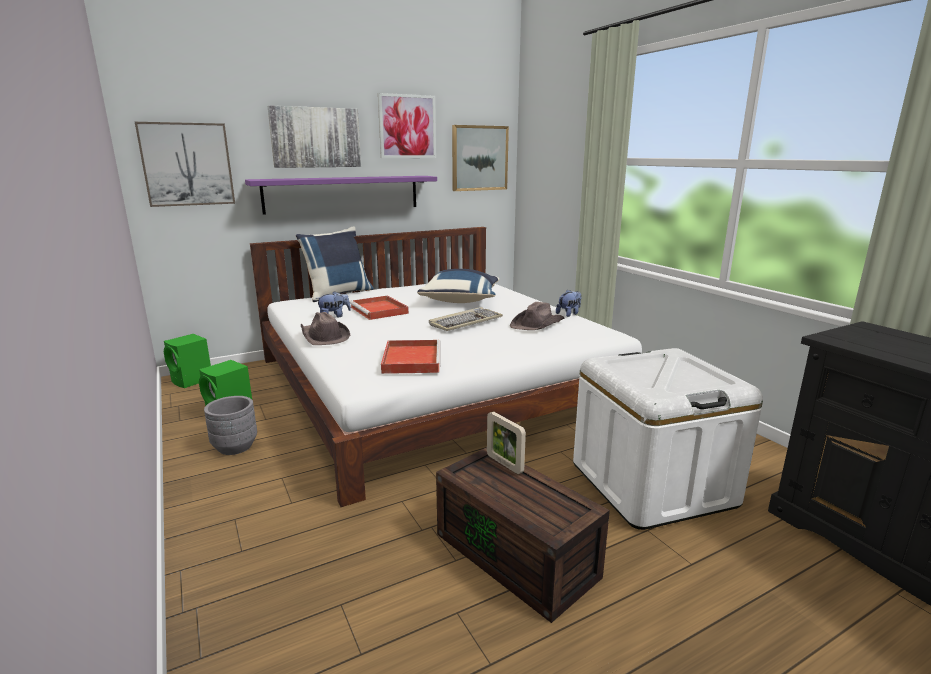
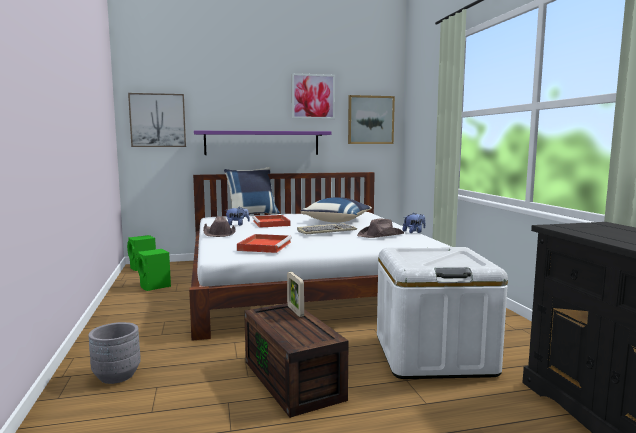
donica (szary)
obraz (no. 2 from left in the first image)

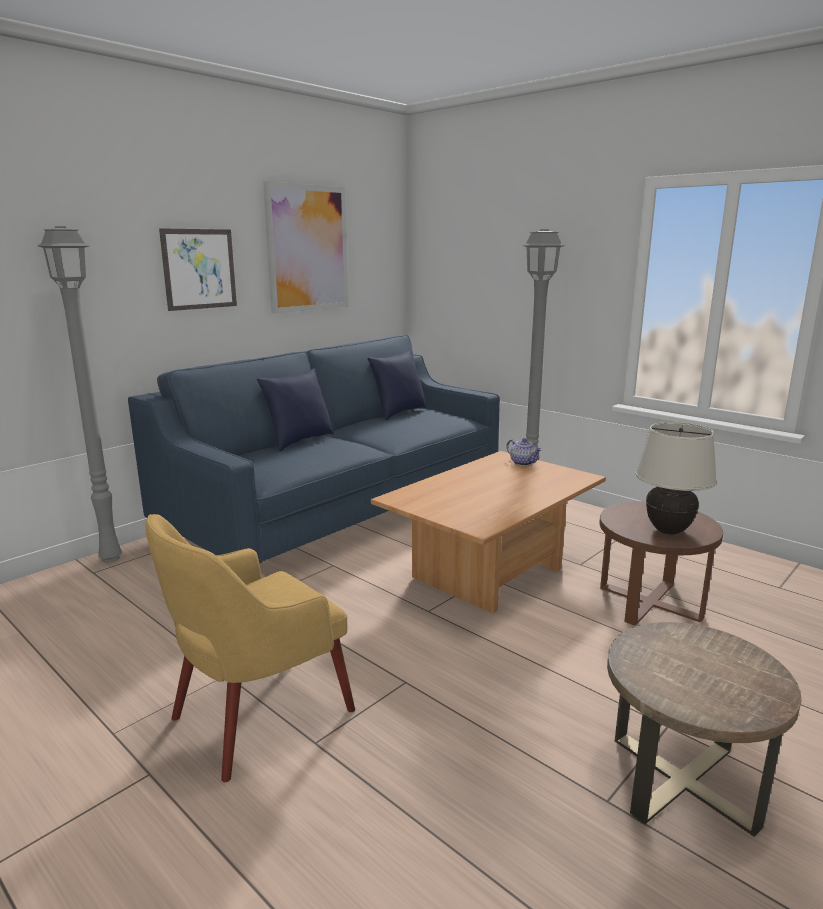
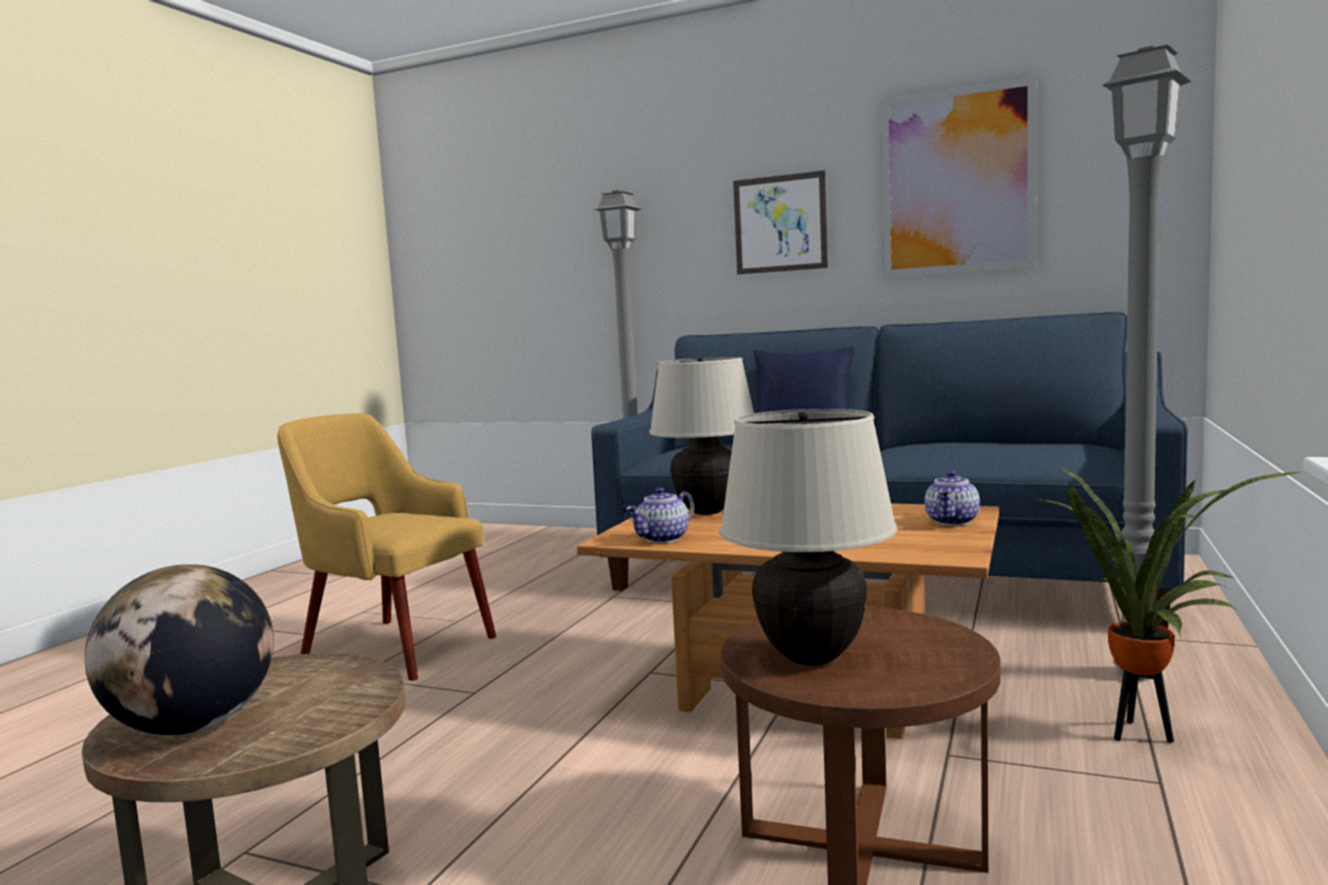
poduszka (niebieski) (no. 2 from left in the first image)
globus
imbryk (no. 1 from left)
lampa stołowa (beżowy) (no. 1 from left)
roślina doniczkowa

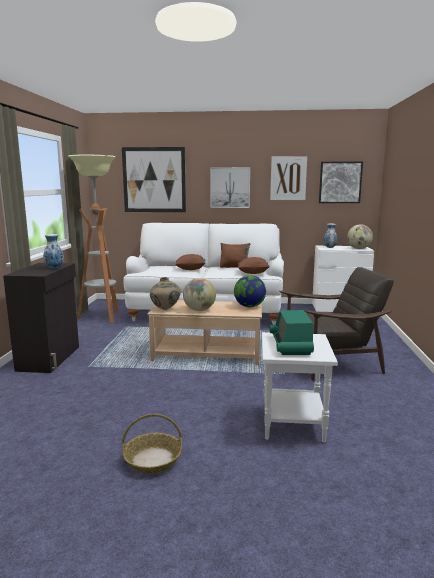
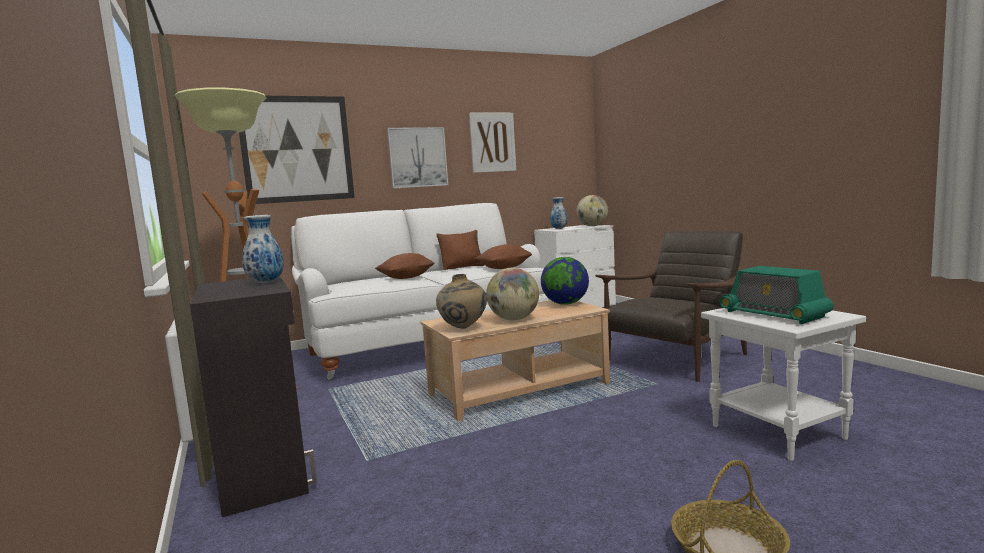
obraz (no. 4 from left in the first image)

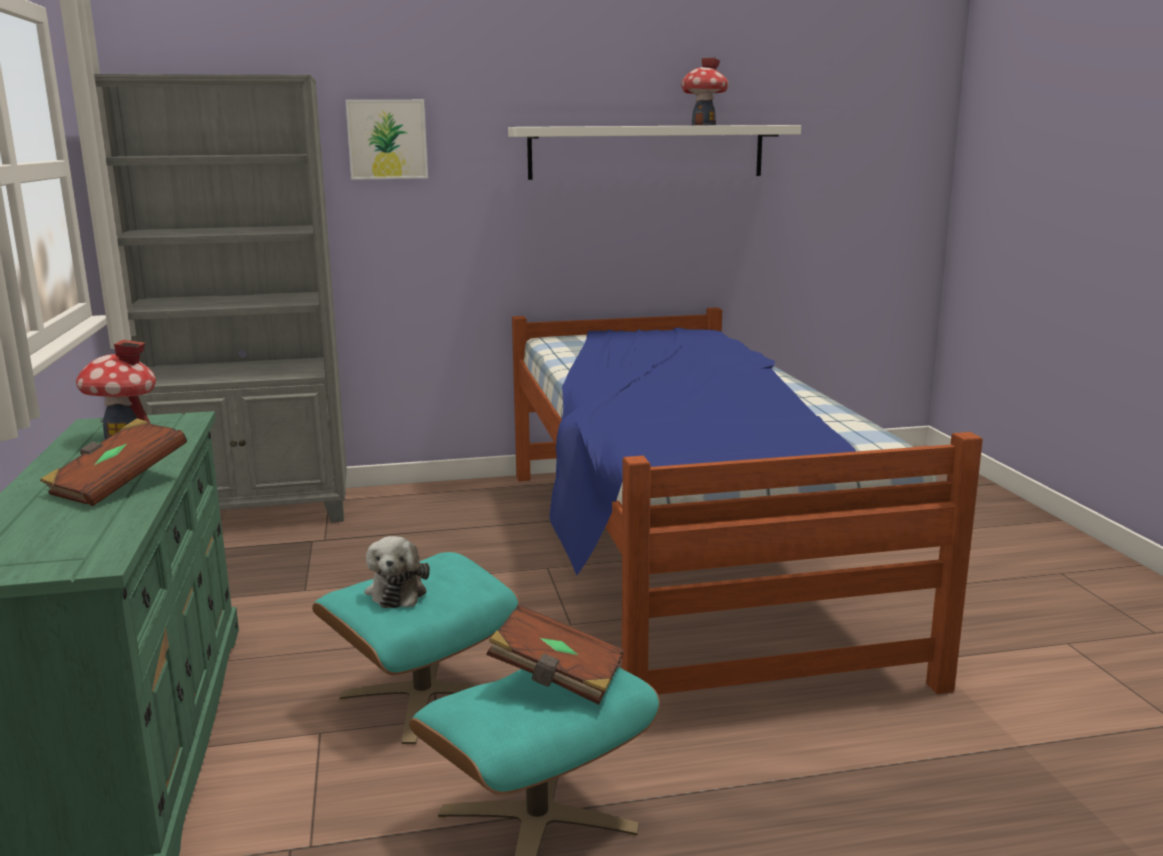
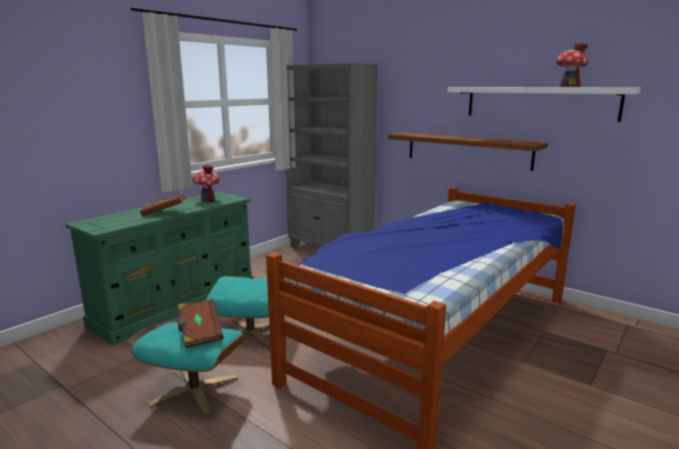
obraz
pluszak
półka (brązowy)

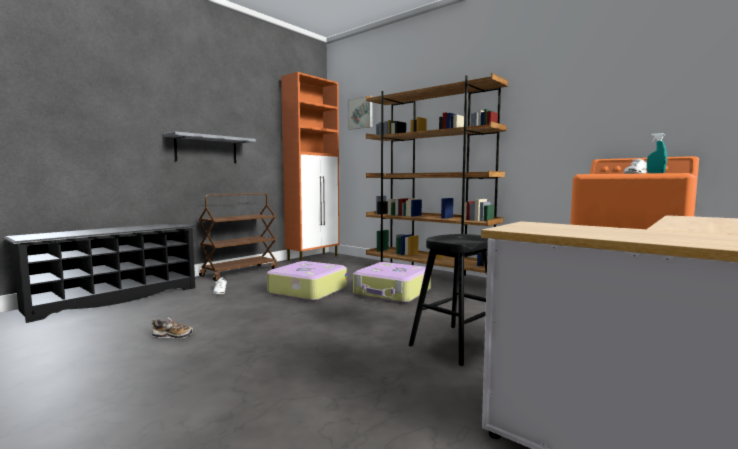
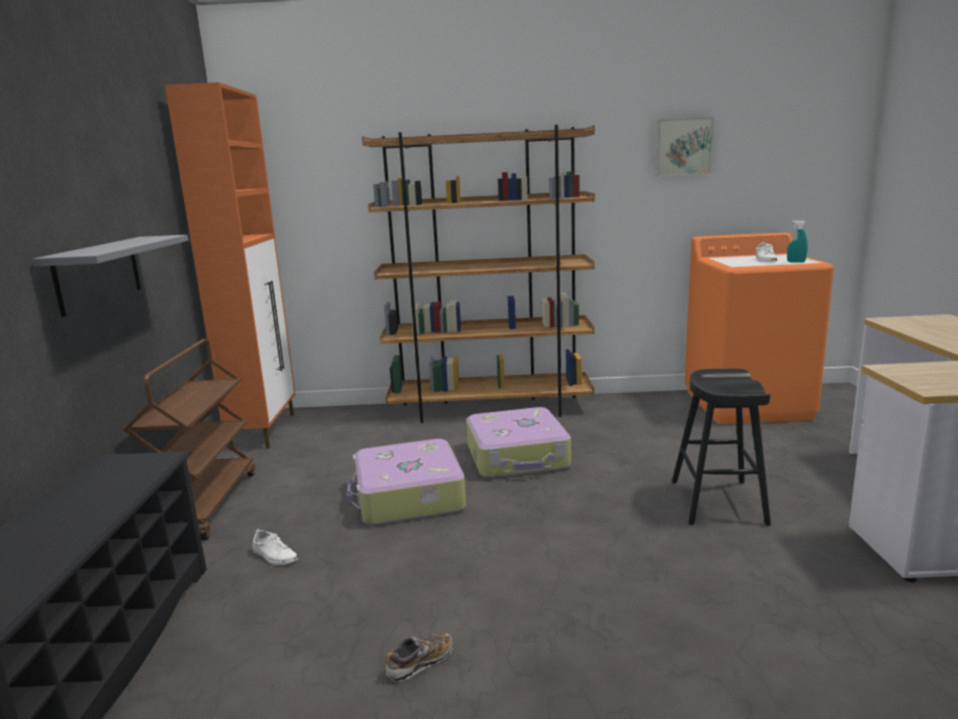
obraz

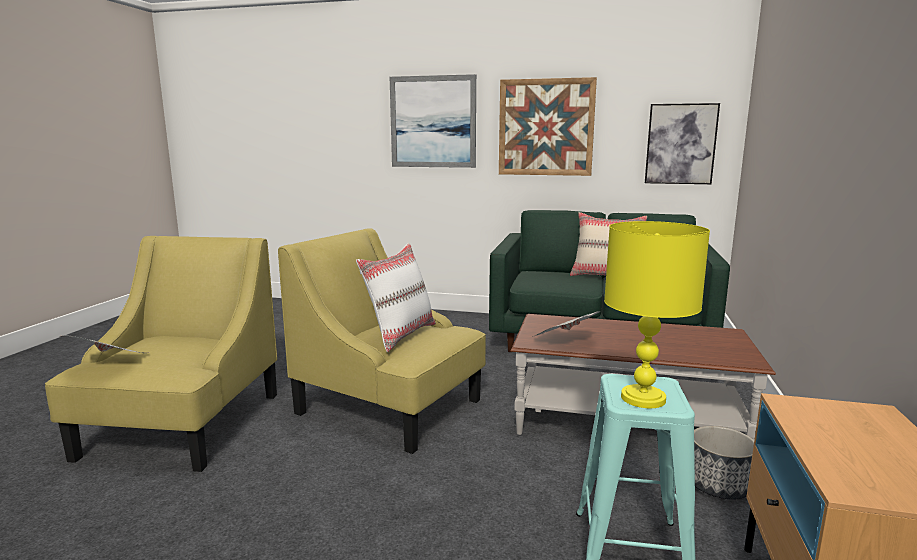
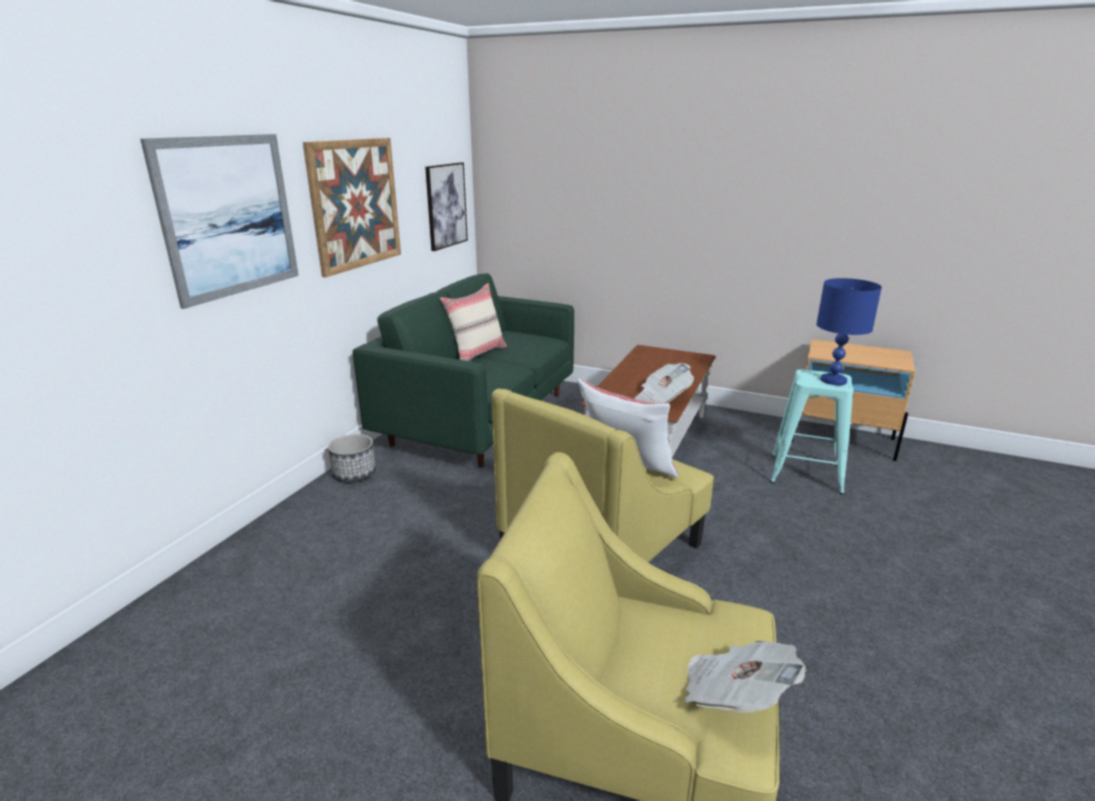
lampa stołowa (niebieski)
donica

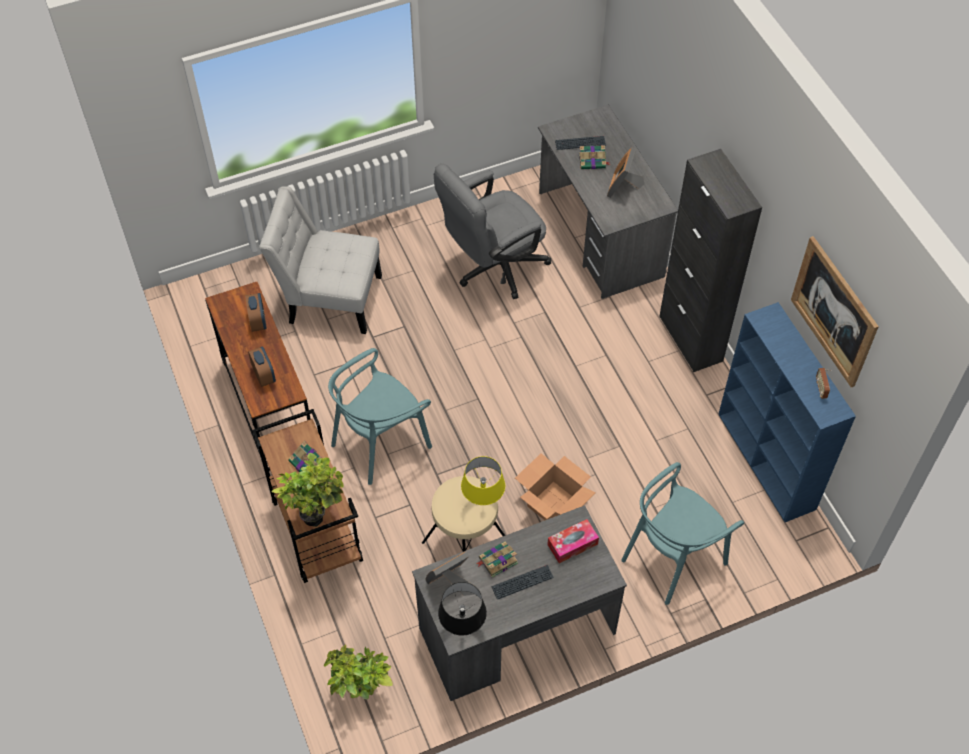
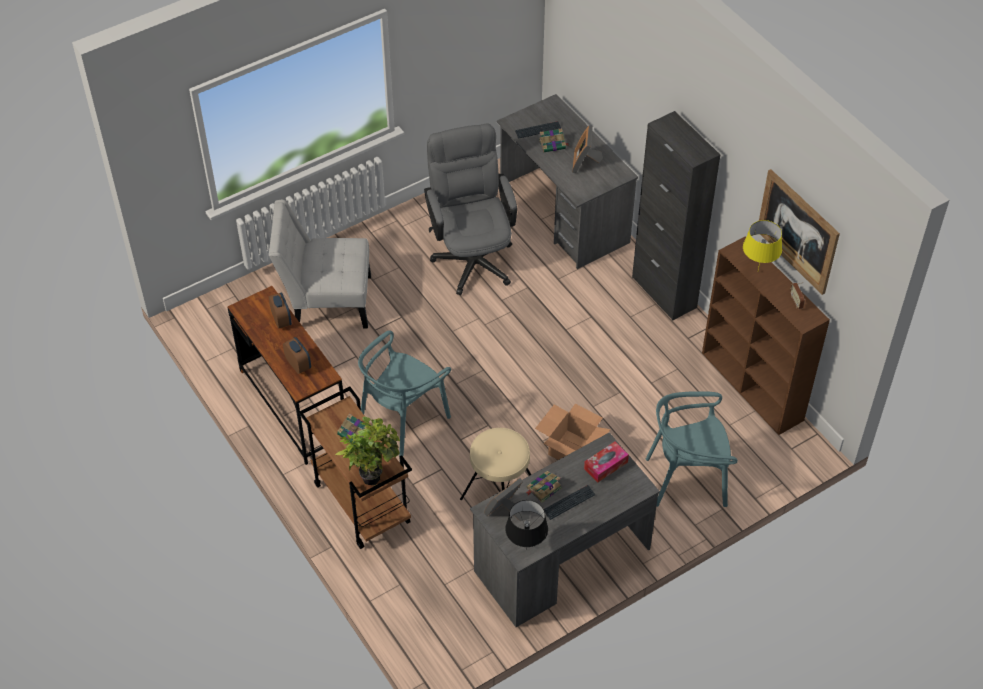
roślina doniczkowa (no. 2 from left in the first image)
krzesło biurowe (szary)
lampa stołowa (żółty)
krzesło (turkusowy) (no. 2 from left)
regał (brązowy)

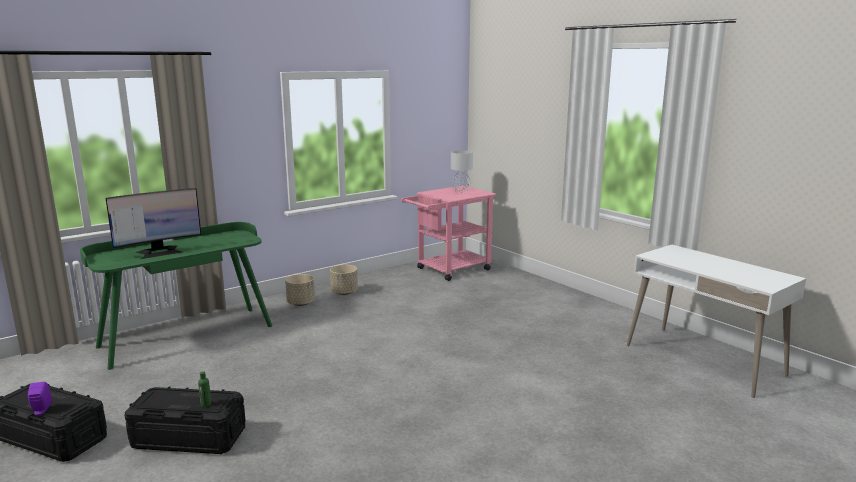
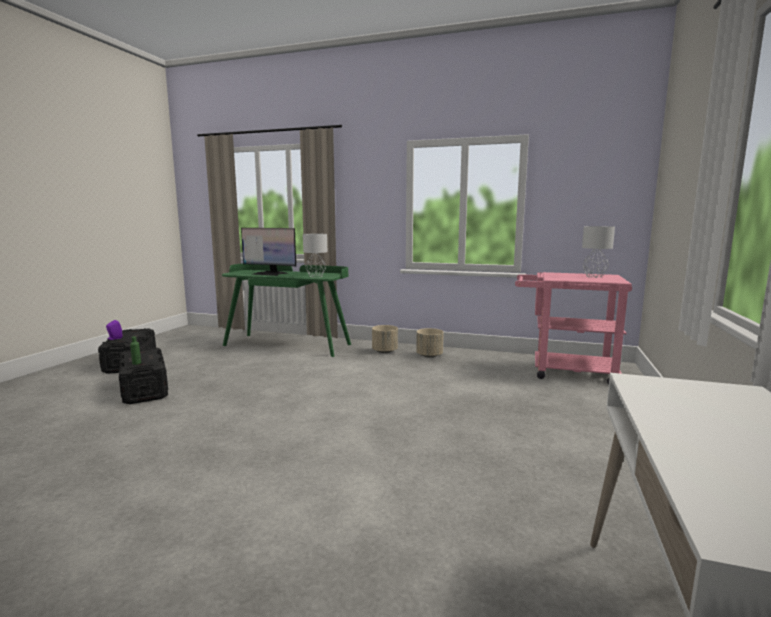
lampa stołowa (szary) (no. 1 from left)

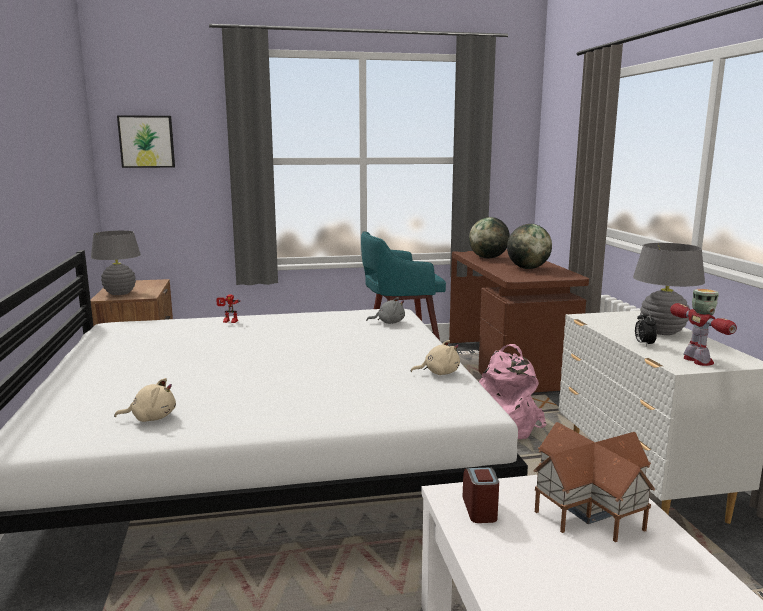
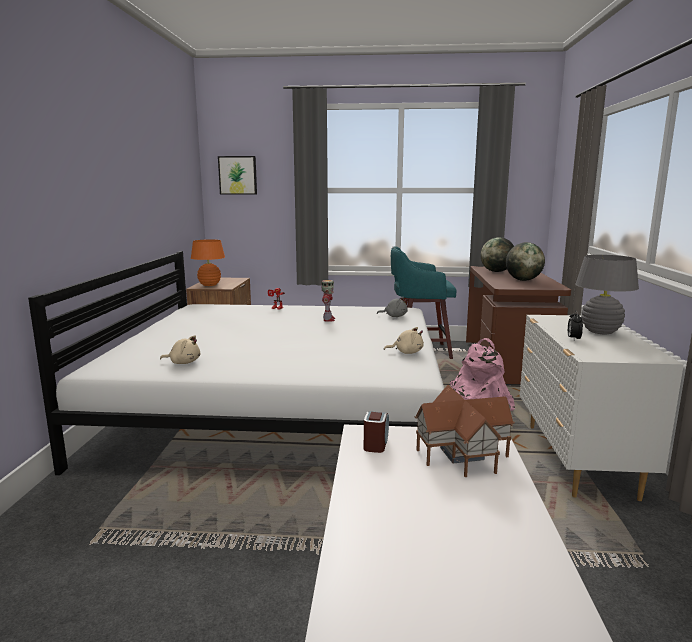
lampa stołowa (pomarańczowy)
robot zabawkowy (no. 2 from left)

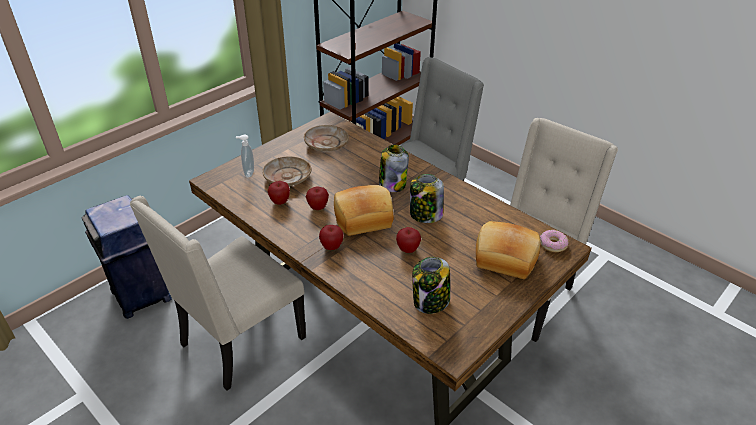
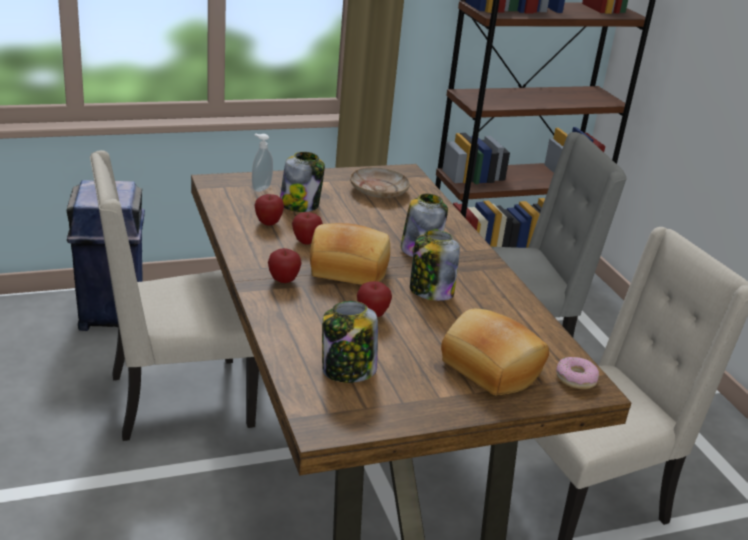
słoik (no. 1 from left)

